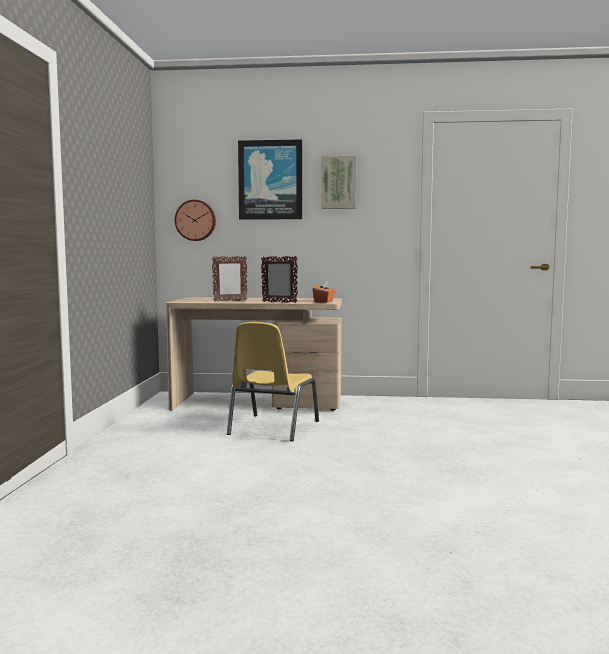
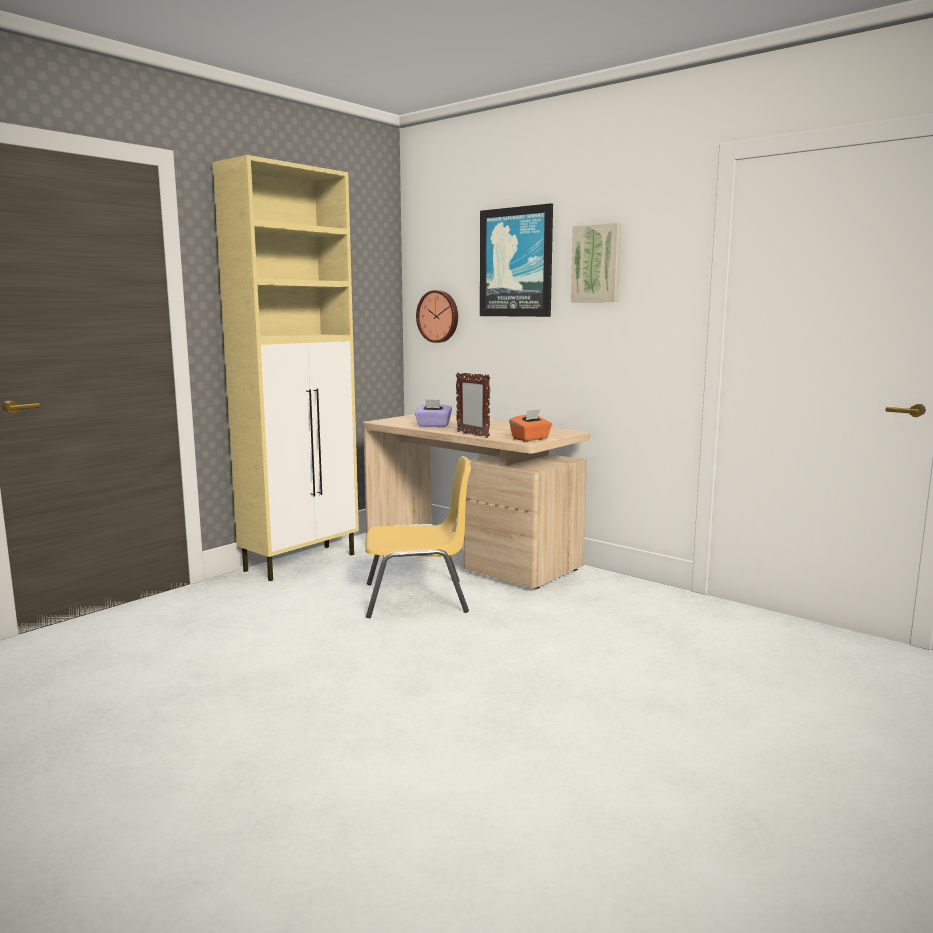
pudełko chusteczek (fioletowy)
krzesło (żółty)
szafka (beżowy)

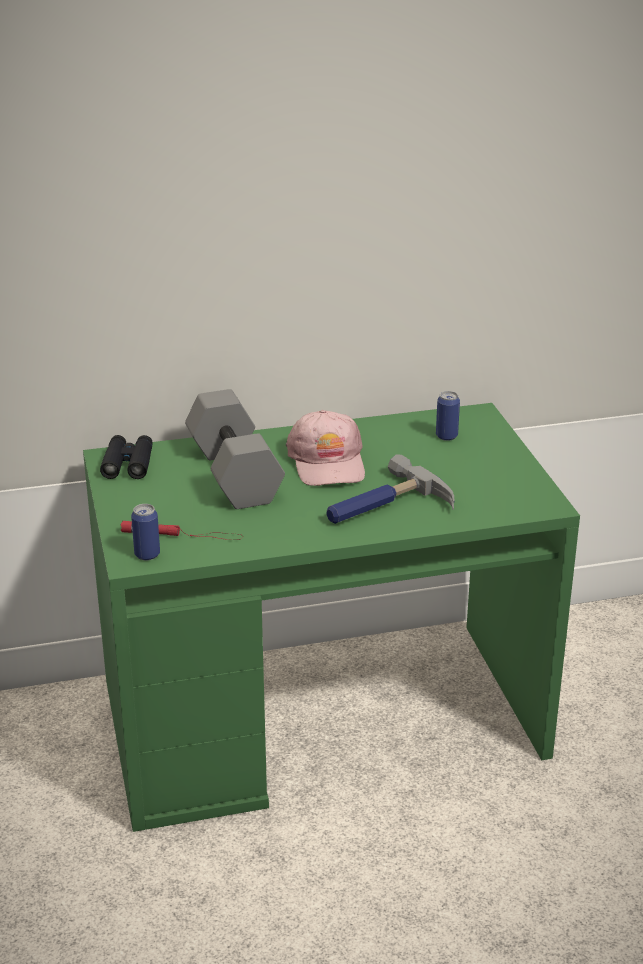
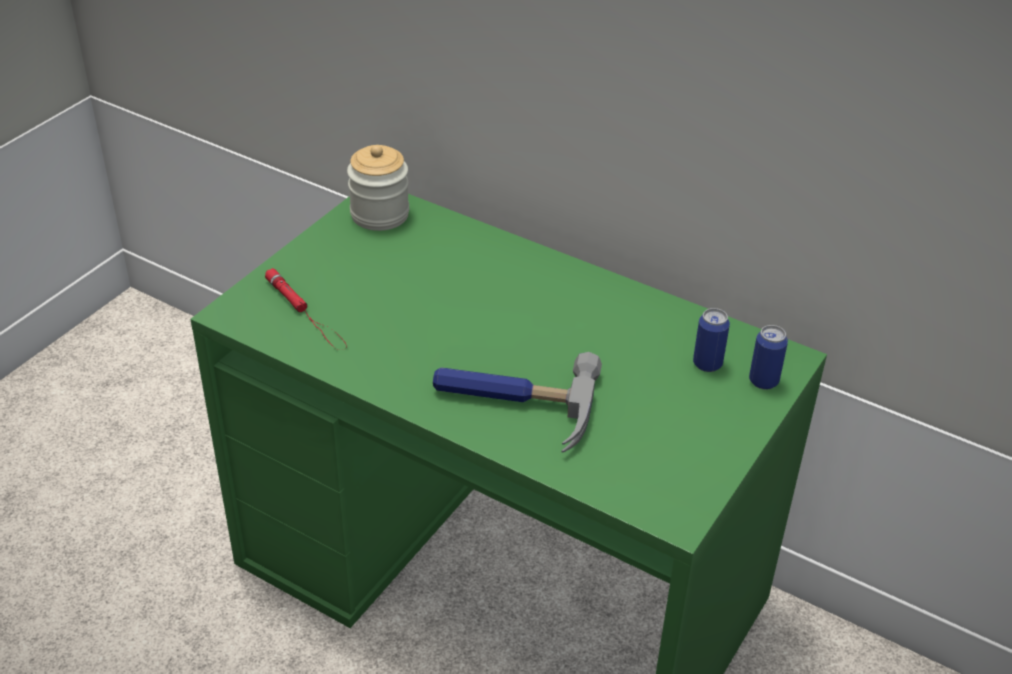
słoik
puszka (no. 2 from left)
hantel (szary)
czapka z daszkiem (różowy)

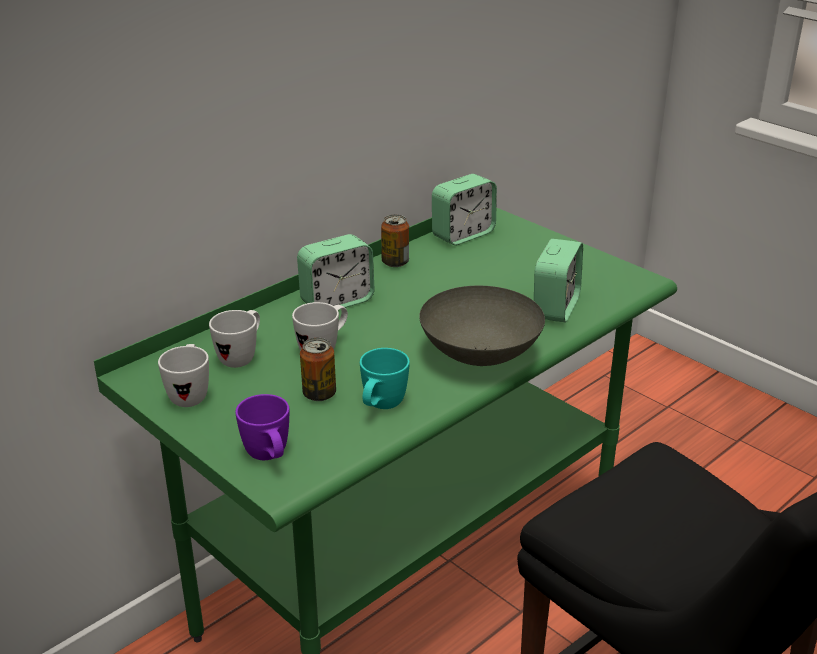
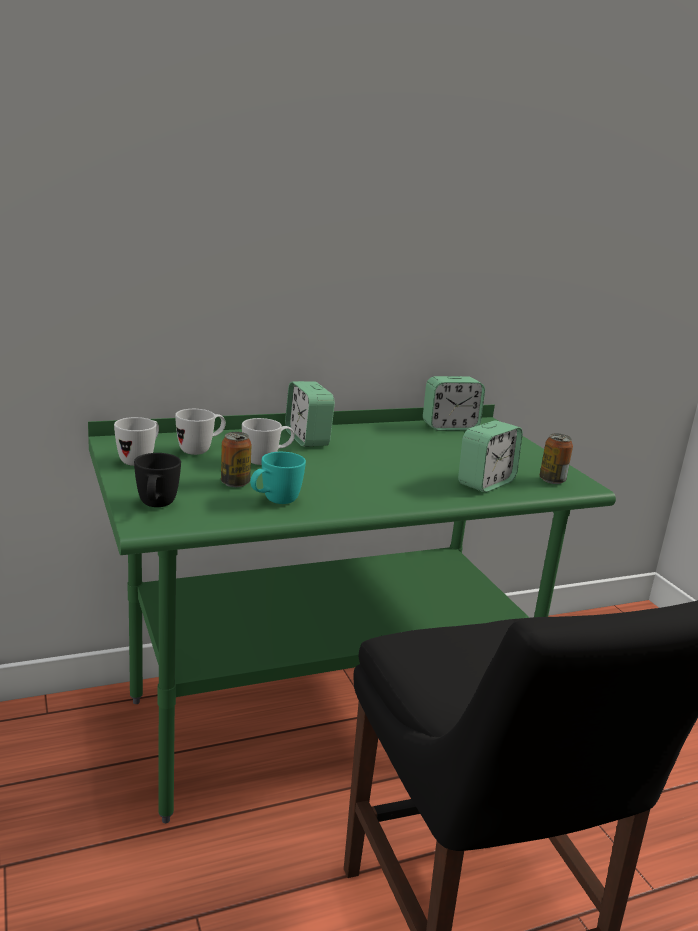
kubek (czarny)
budzik (no. 1 from left)
puszka (no. 2 from left)
miska (szary)

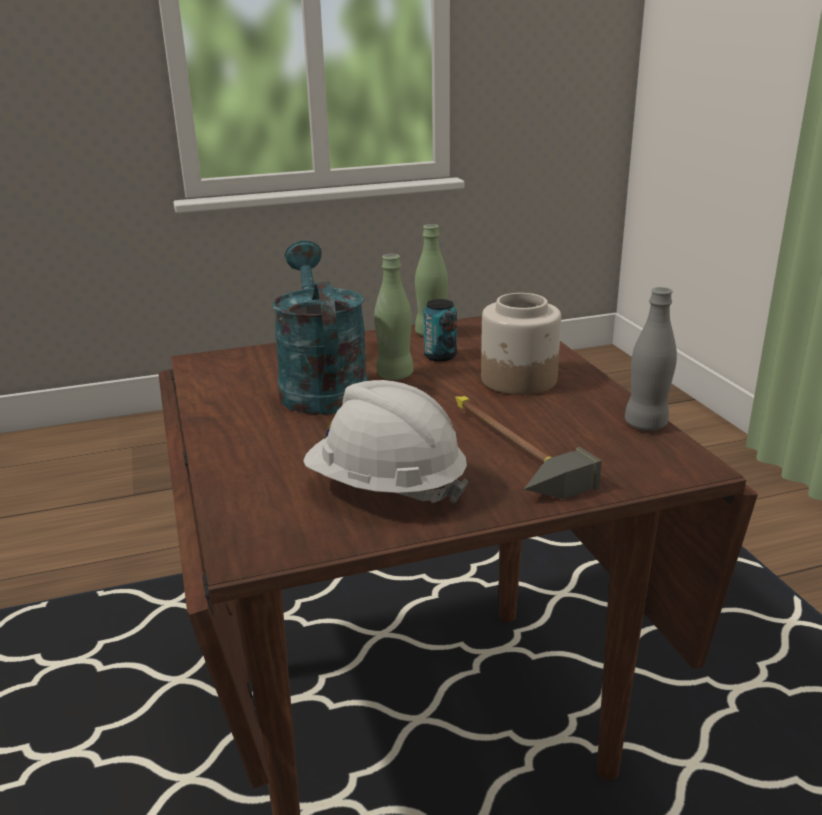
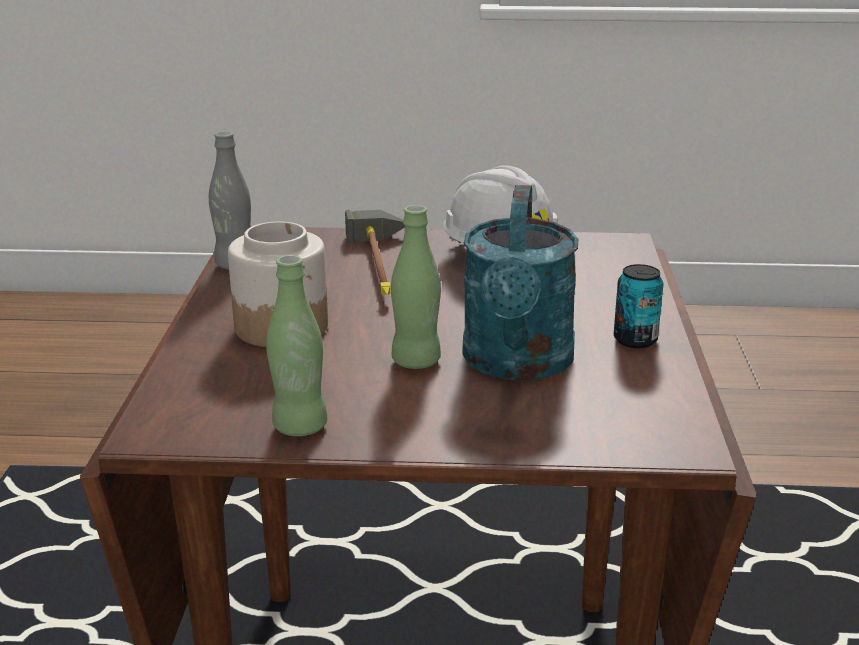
puszka

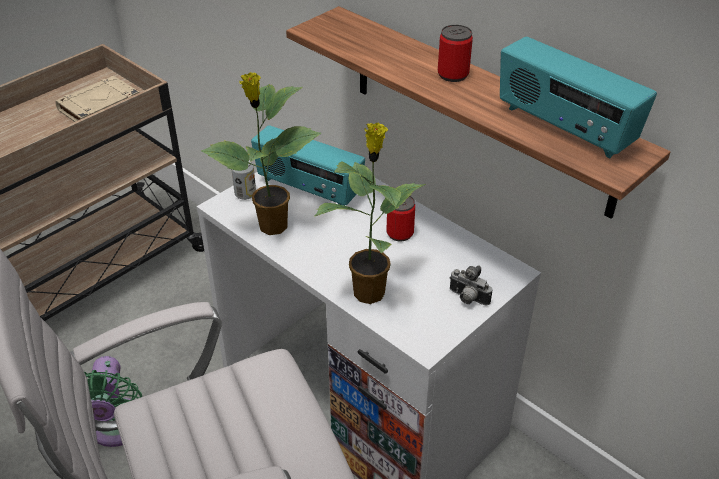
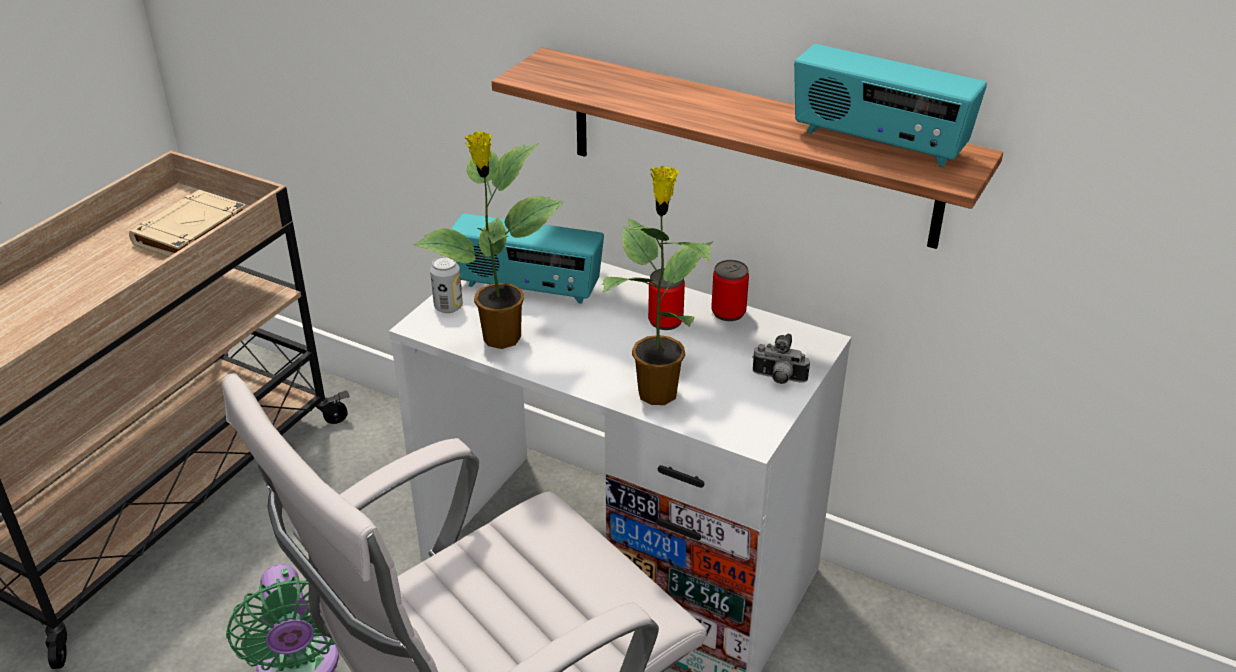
puszka (no. 3 from left)

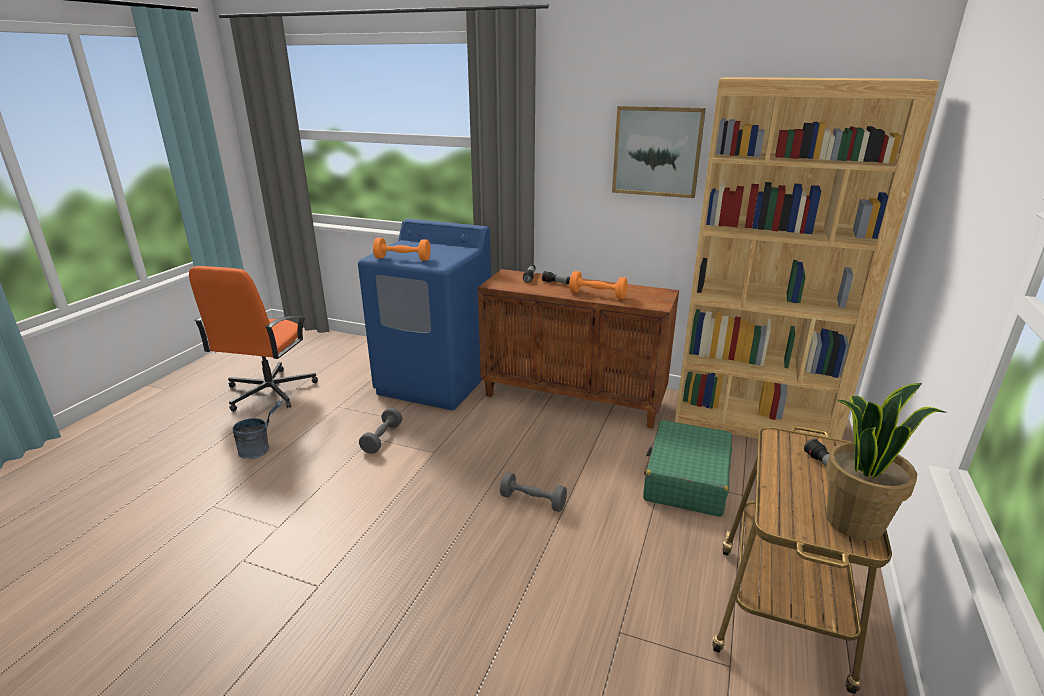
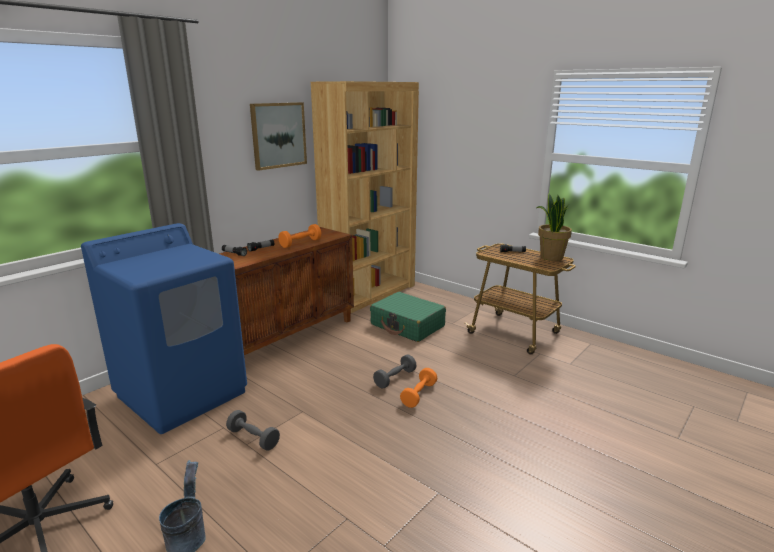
hantel (pomarańczowy) (no. 2 from left)

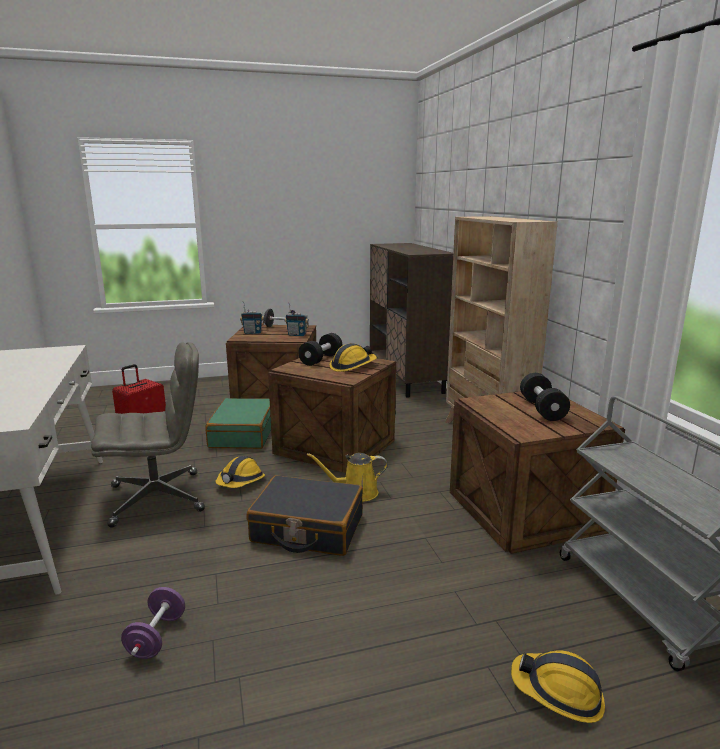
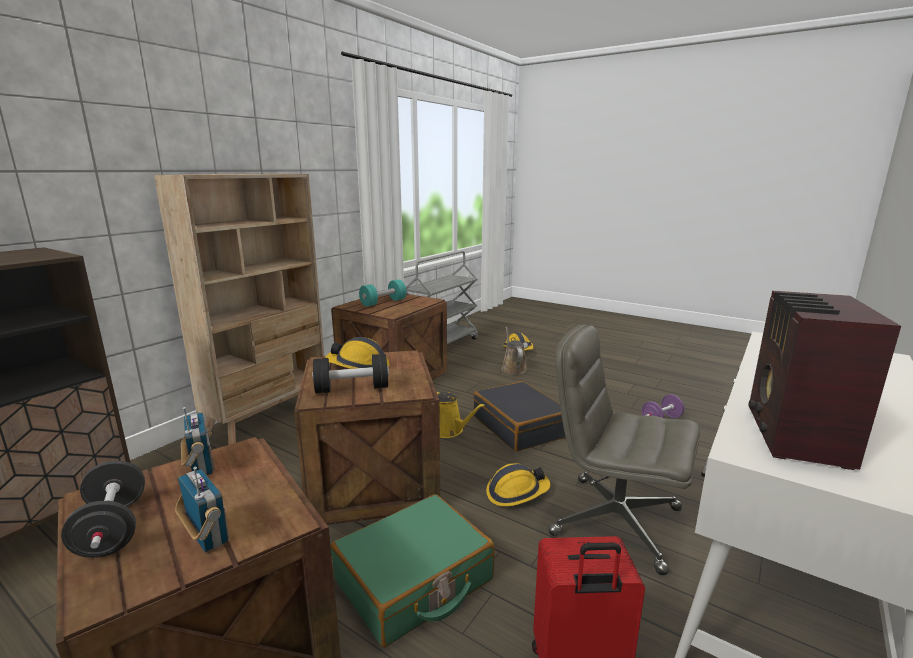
hantel (turkusowy)
konewka (brązowy)
radio (no. 3 from left)

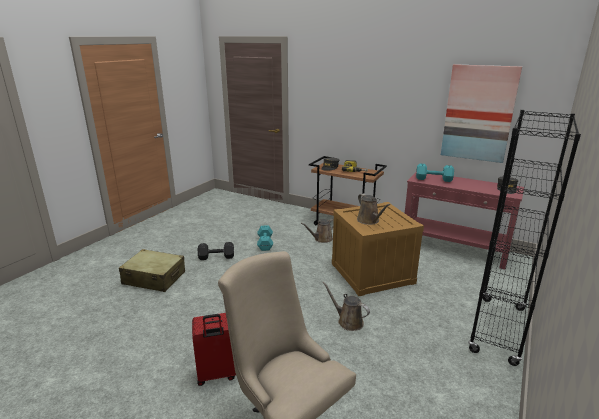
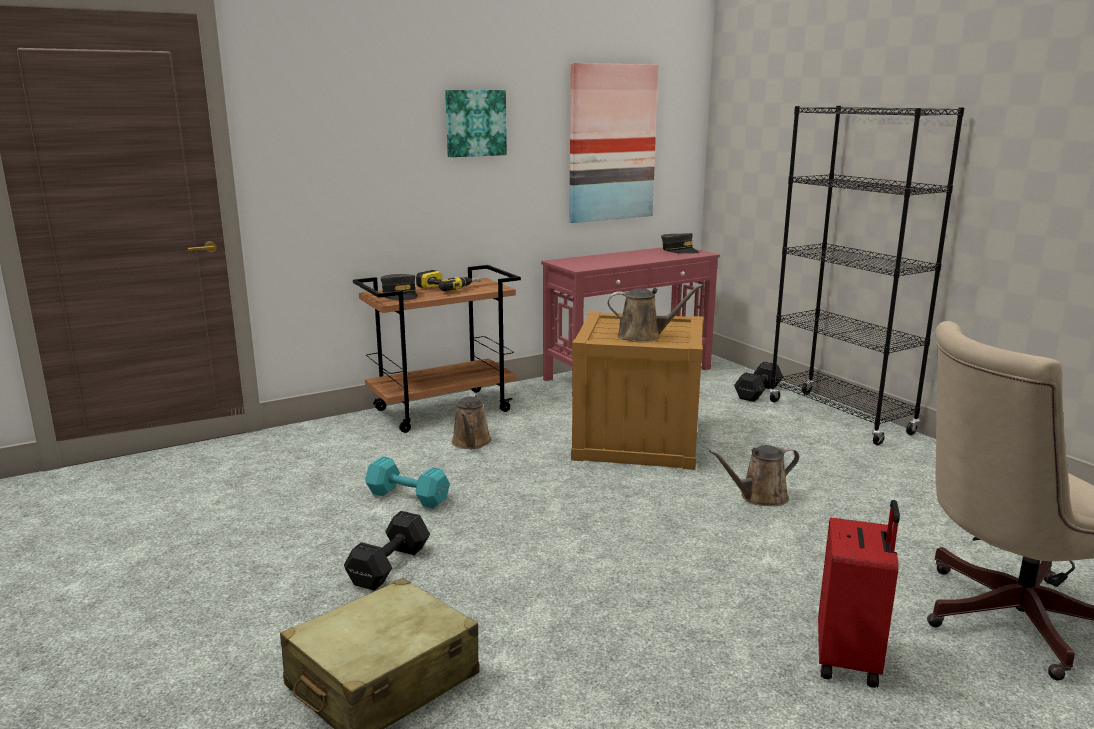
hantel (turkusowy) (no. 2 from left in the first image)
obraz (no. 1 from left)
hantel (czarny) (no. 2 from left)

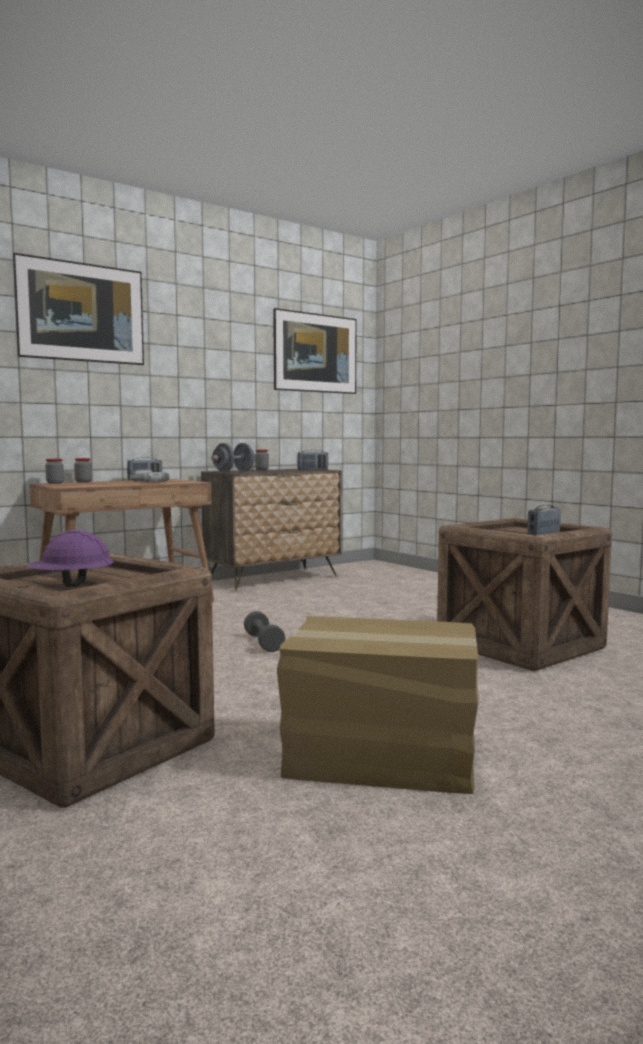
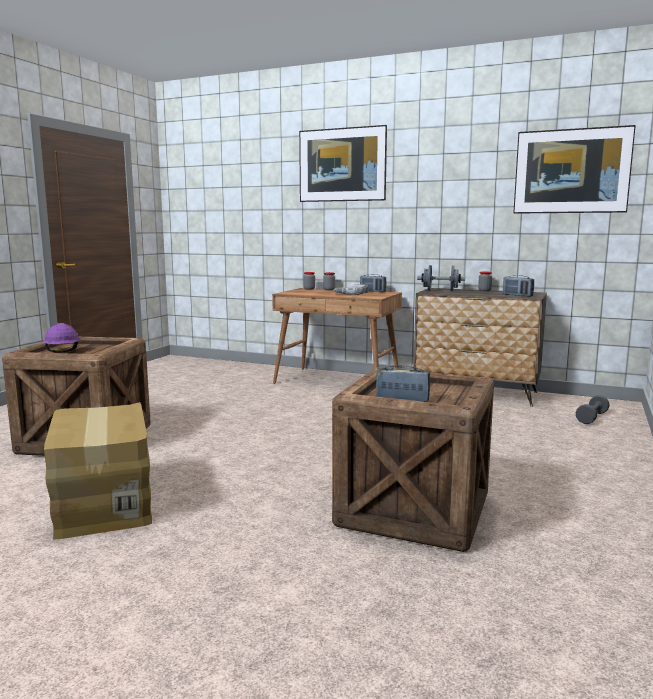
hantel (szary) (no. 2 from left)

